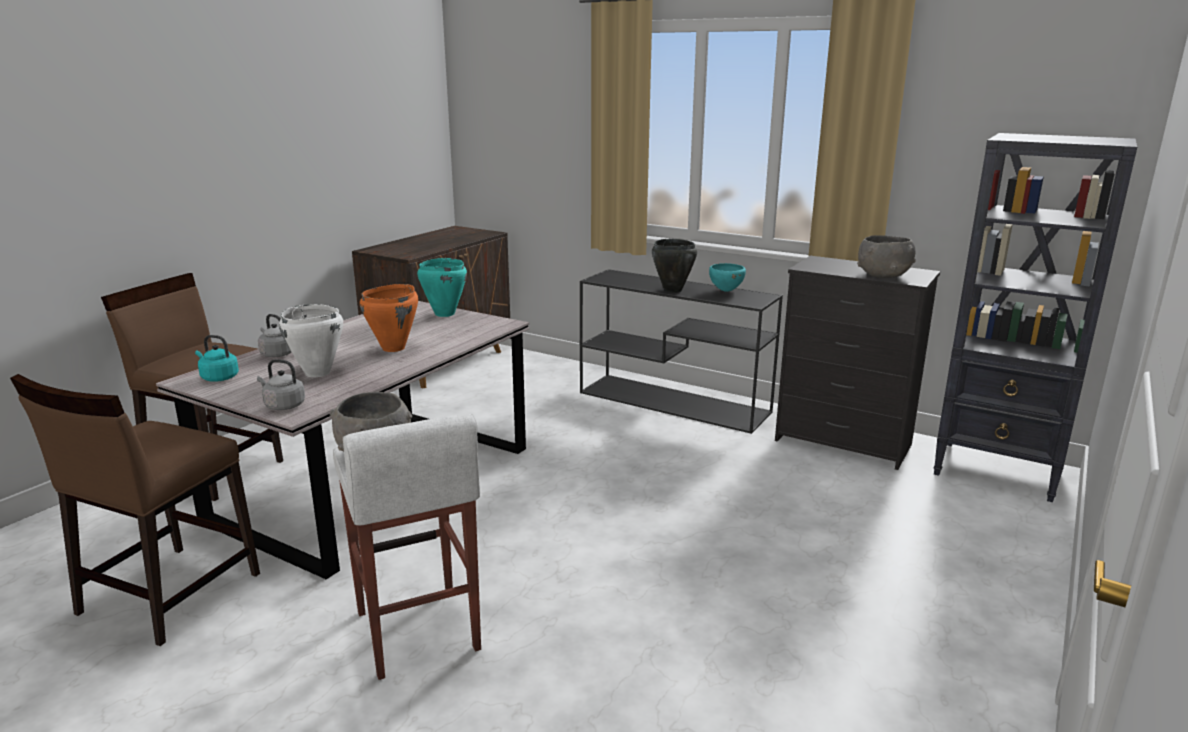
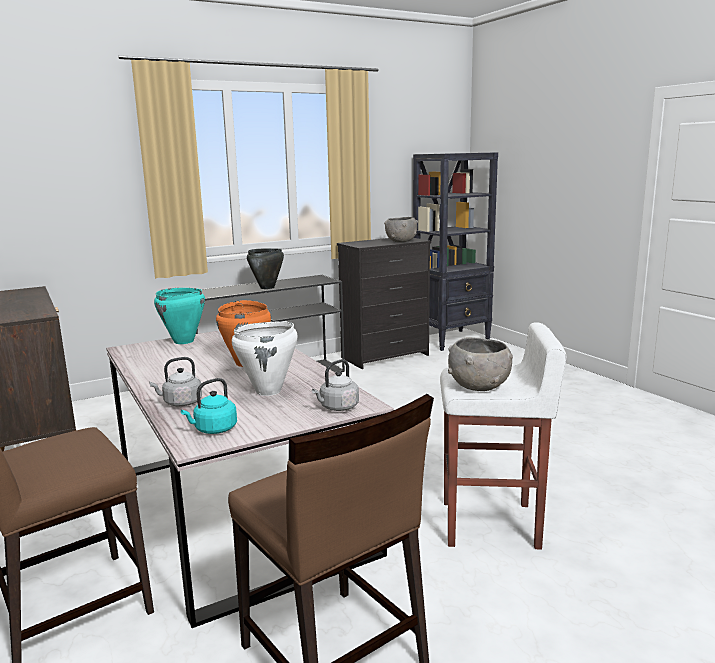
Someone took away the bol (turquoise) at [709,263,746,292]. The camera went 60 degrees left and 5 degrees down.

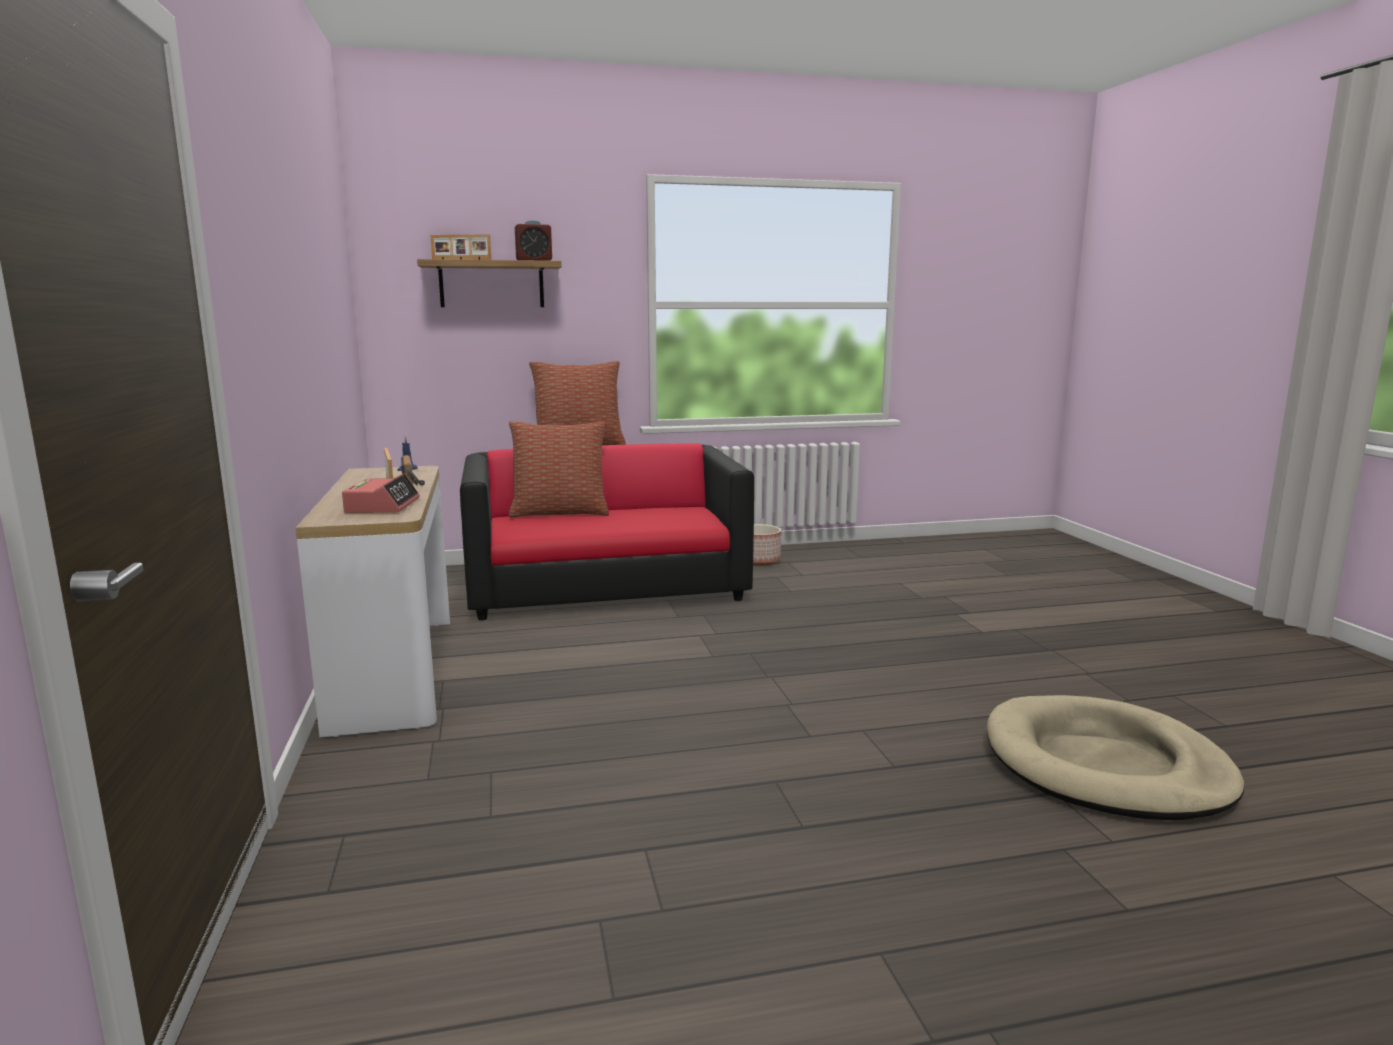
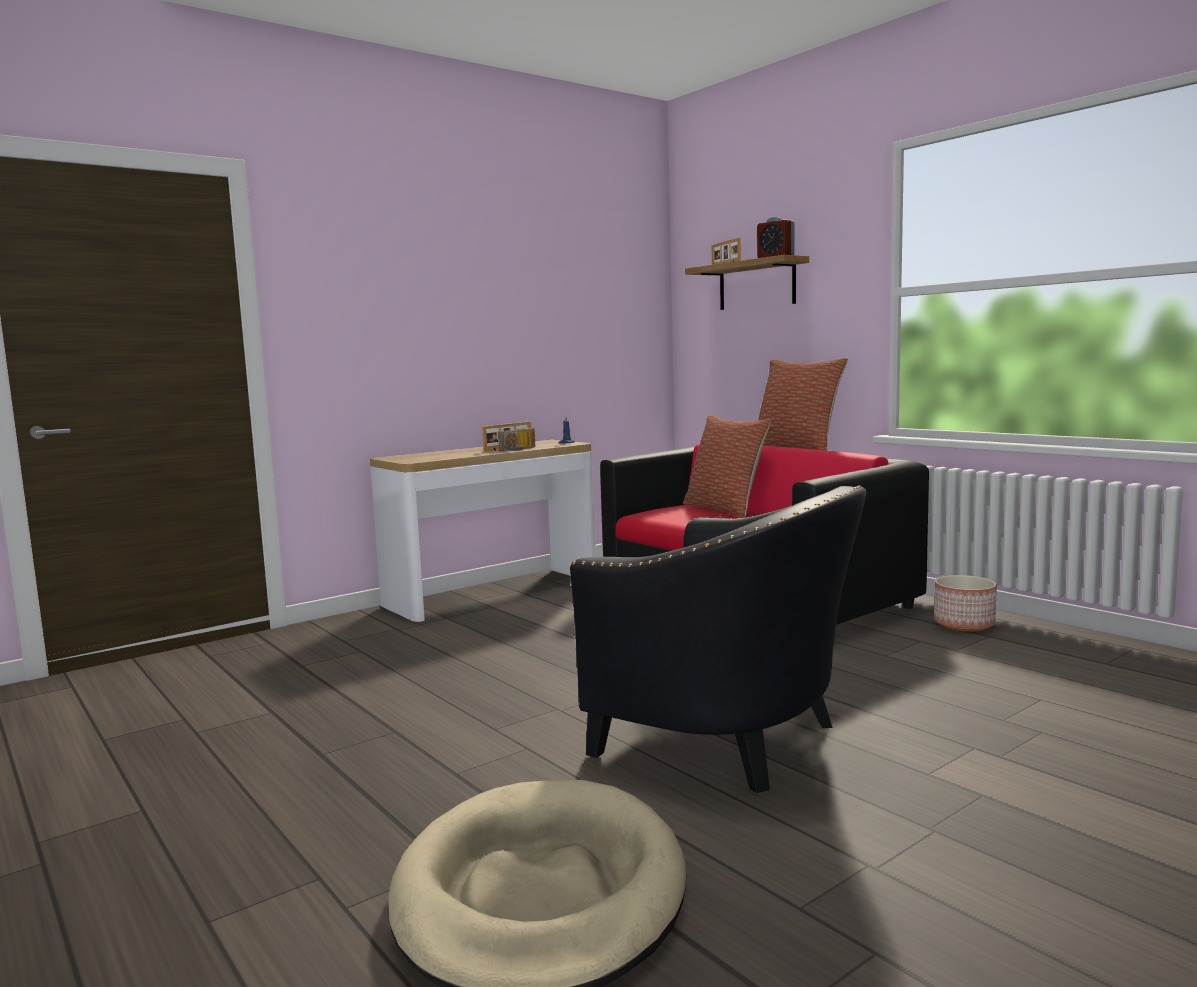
Someone put down the fauteuil (noir) at [570,486,866,793]. Someone took away the réveil at [342,473,420,513]. The camera went 65 degrees right and 5 degrees down.

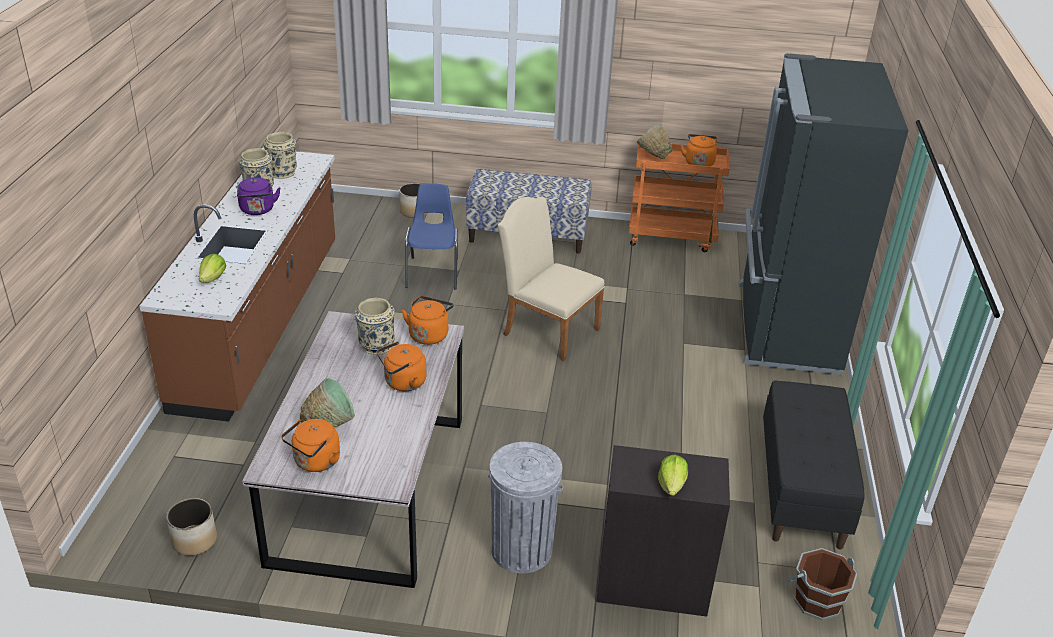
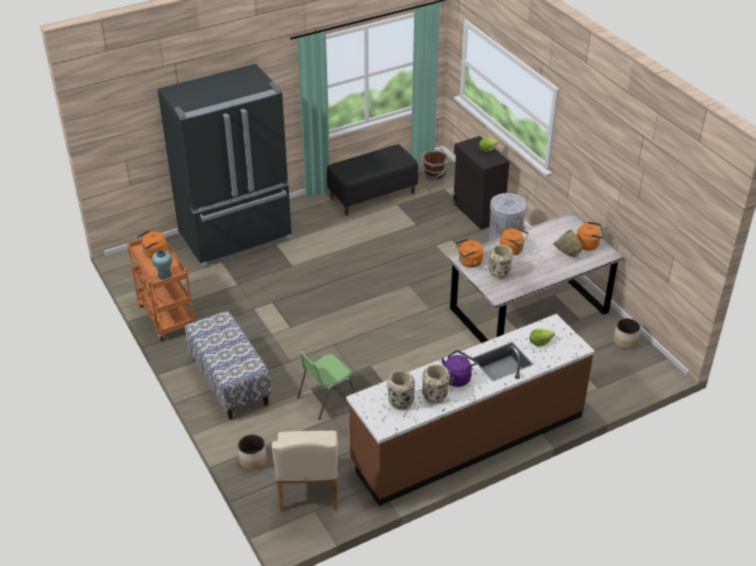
Someone swapped the bol (vert) at [637,124,672,159] for the vase (turquoise) at [152,250,172,280]. Someone carried the chaise (beige) from [498,197,605,361] to [272,431,338,512]. Someone repainted the chaise (bleu) at [405,183,458,290], which became the chaise (vert) at [297,351,356,420]. The camera went 125 degrees left and 5 degrees up.

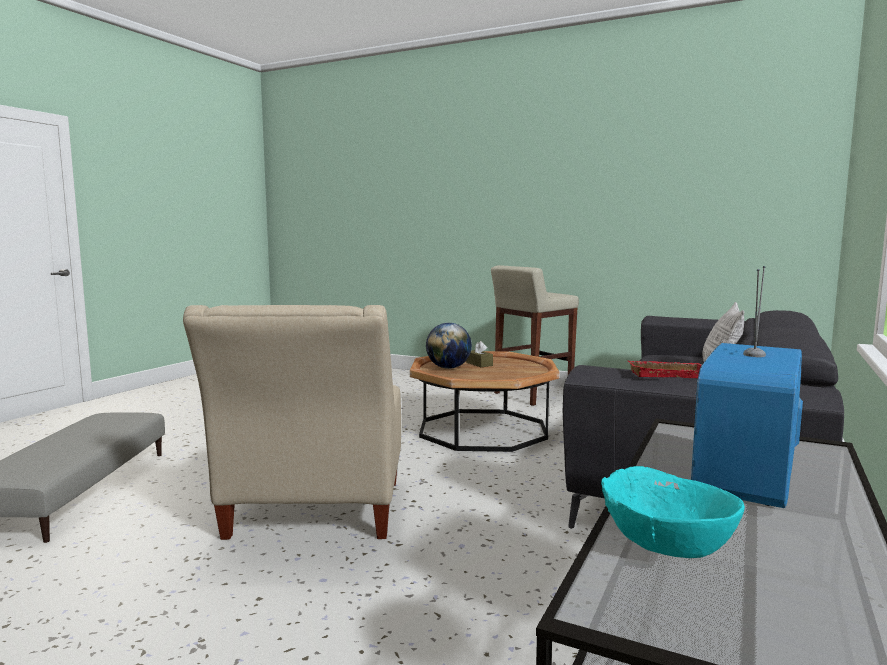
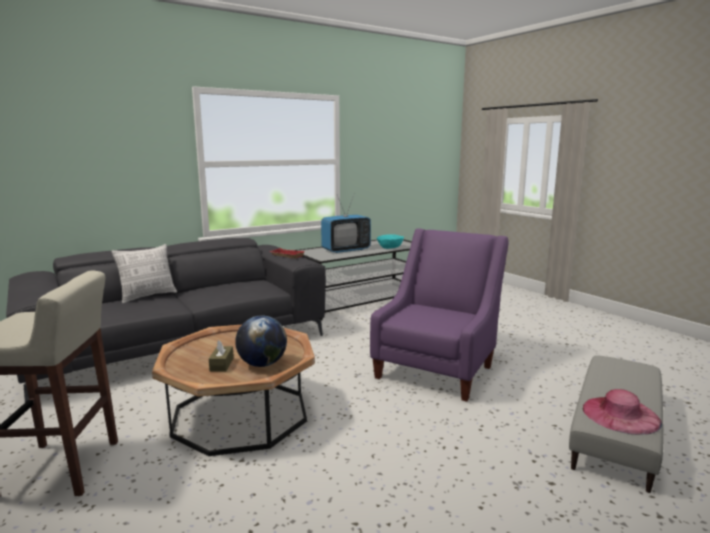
Someone repainted the fauteuil (beige) at [183,305,401,540], which became the fauteuil (violet) at [370,228,509,402]. Someone put down the chapeau (rose) at [583,389,662,435]. The camera went 150 degrees left and 5 degrees up.

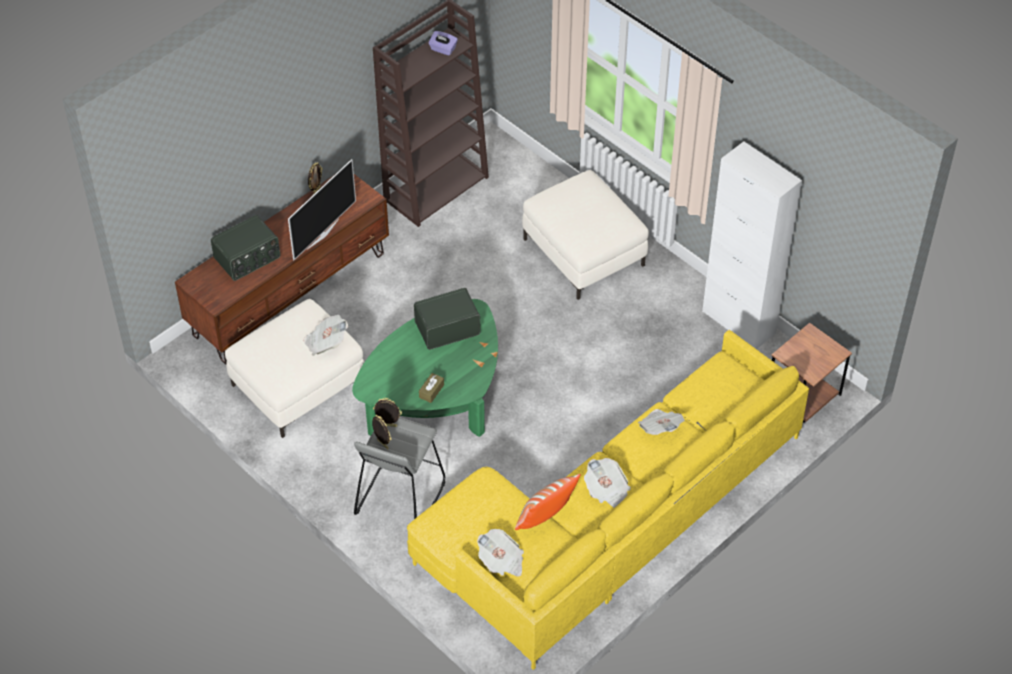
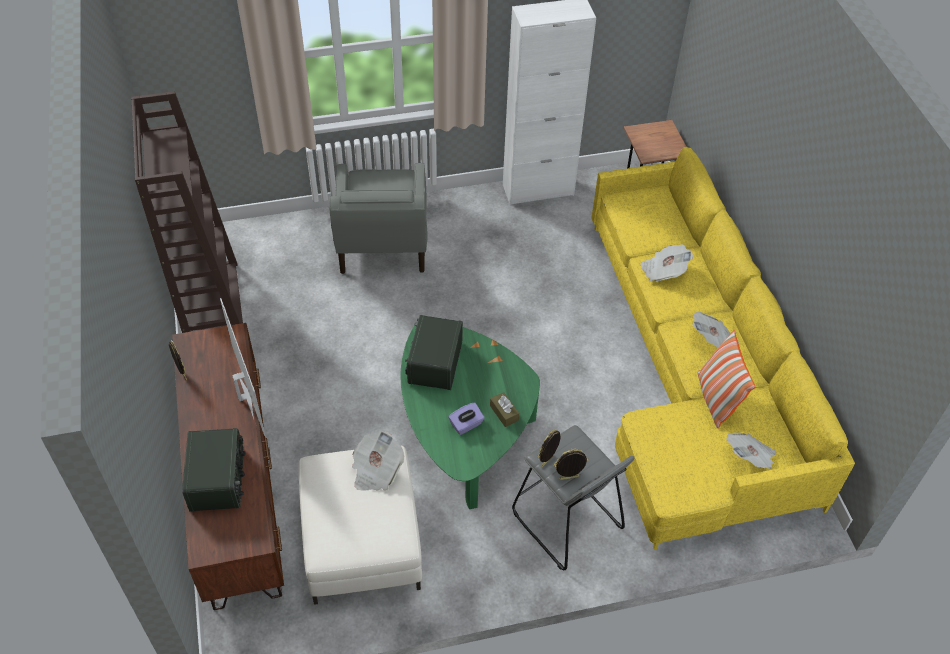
Someone swapped the pouf (blanc) at [522,170,649,300] for the fauteuil (gris) at [329,163,428,274]. Someone carried the boîte à mouchoirs (violet) from [428,31,458,56] to [448,402,485,435]. The camera went 60 degrees left and 0 degrees up.

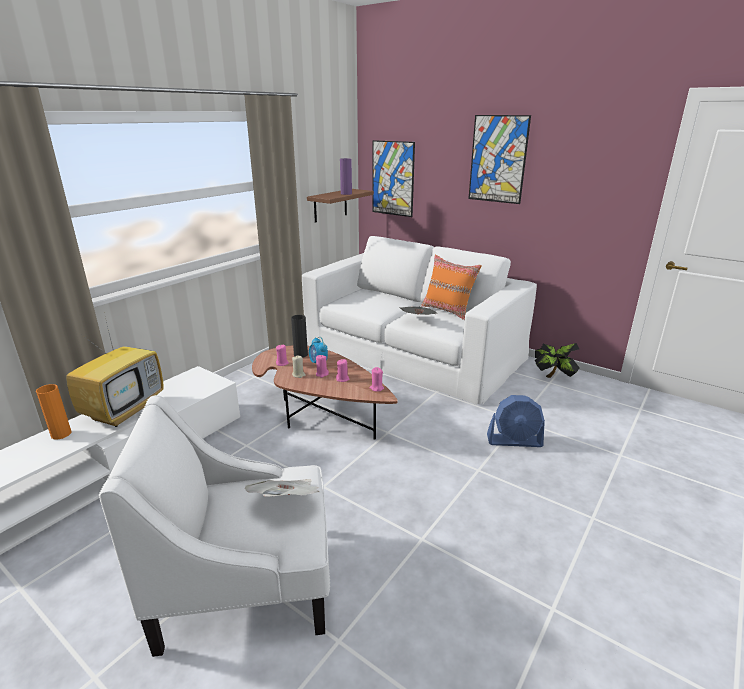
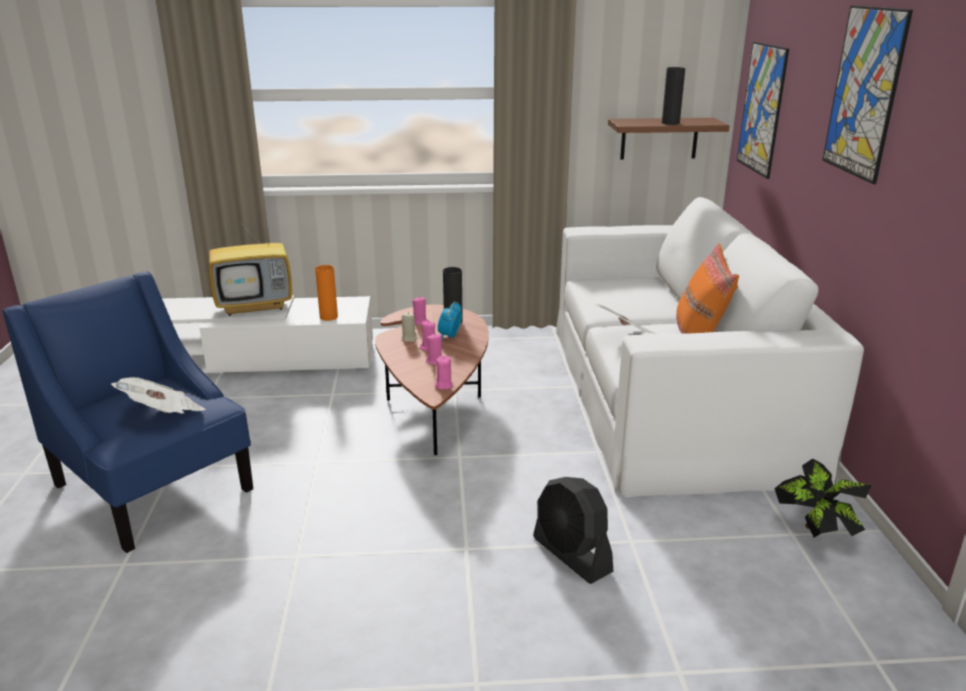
Someone repainted the fauteuil (blanc) at [99,395,330,657], which became the fauteuil (bleu) at [2,271,253,553]. Someone carried the vase (orange) from [36,384,72,440] to [315,265,338,321]. Someone repainted the ventilateur (bleu) at [487,395,545,447], which became the ventilateur (noir) at [533,477,614,584]. Someone repainted the vase (violet) at [340,158,352,195], which became the vase (noir) at [662,67,685,125]. The camera went 50 degrees right and 0 degrees up.

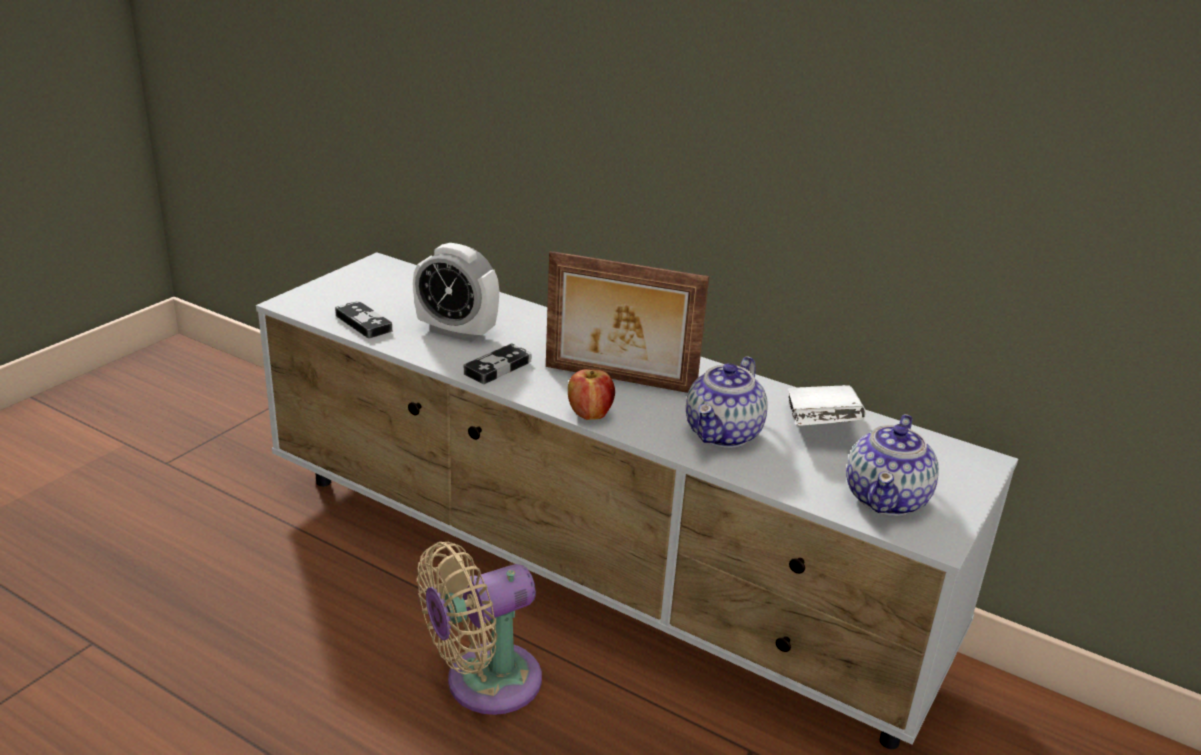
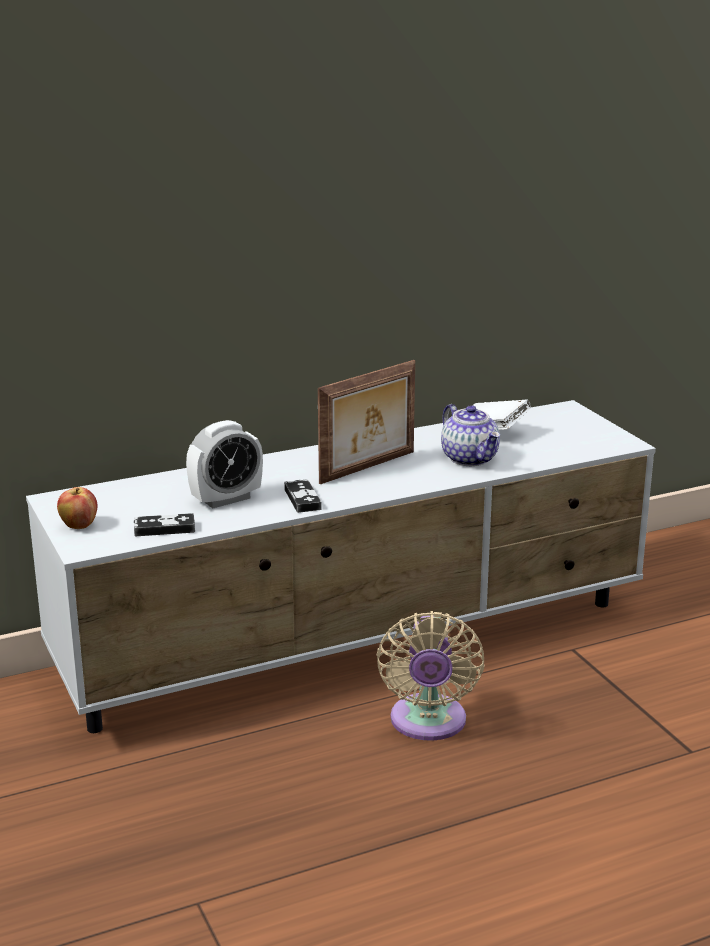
Someone carried the pomme from [568,369,615,420] to [57,487,97,529]. Someone took away the théière at [846,414,939,516]. The camera went 55 degrees left and 5 degrees down.

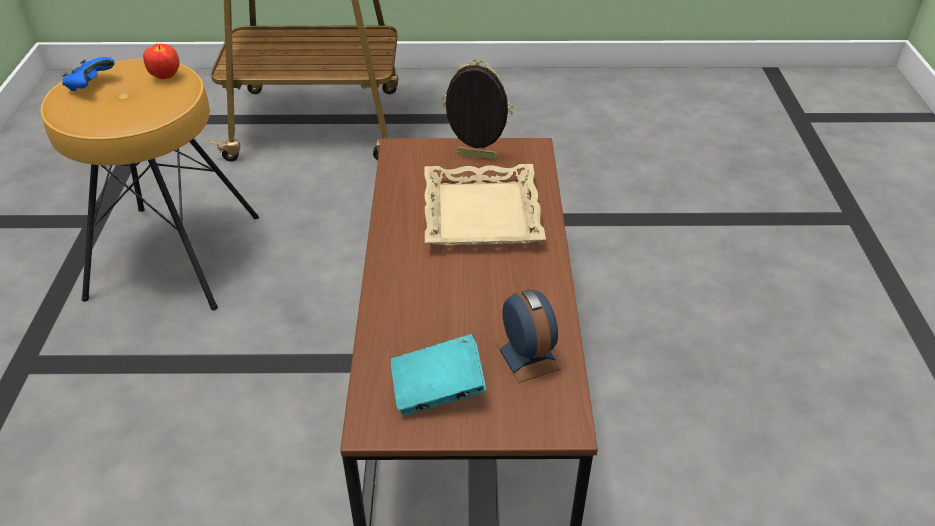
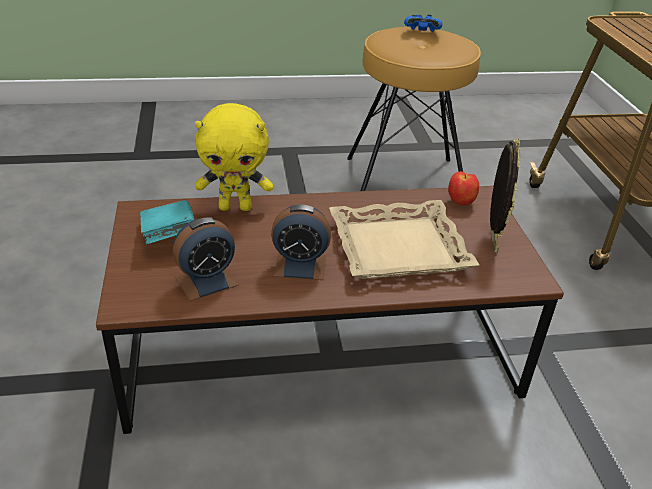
Someone put down the peluche (jaune) at [195,103,273,211]. Someone put down the réveil at [271,205,331,280]. Someone carried the pomme from [143,44,180,79] to [448,172,479,205]. The camera went 80 degrees right and 5 degrees down.

